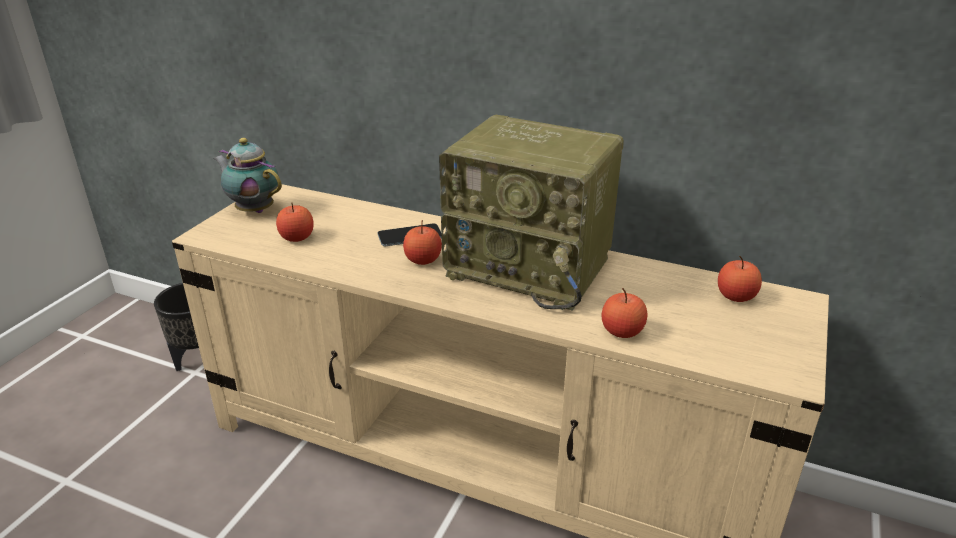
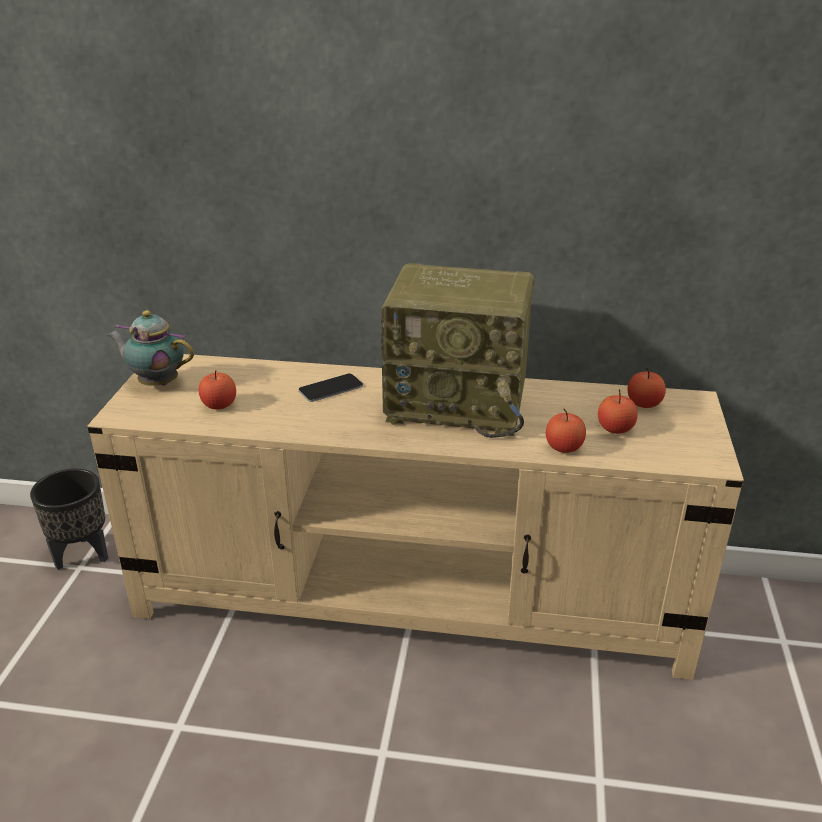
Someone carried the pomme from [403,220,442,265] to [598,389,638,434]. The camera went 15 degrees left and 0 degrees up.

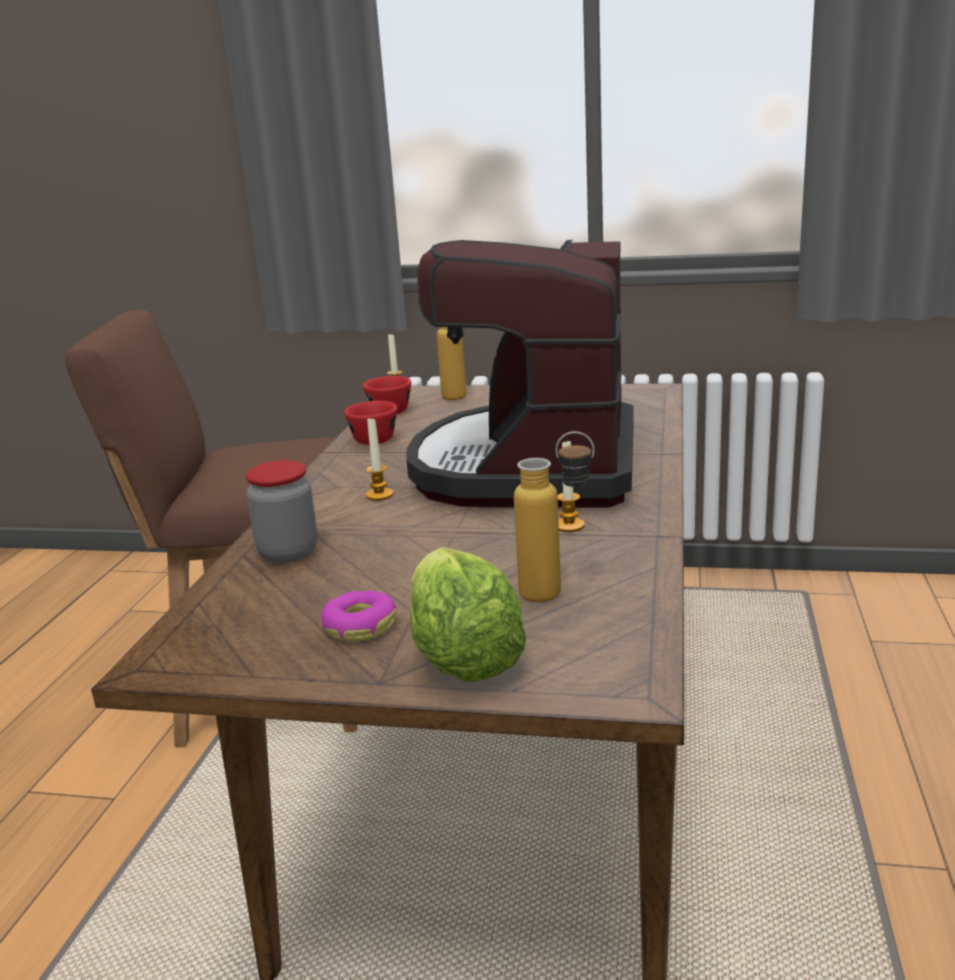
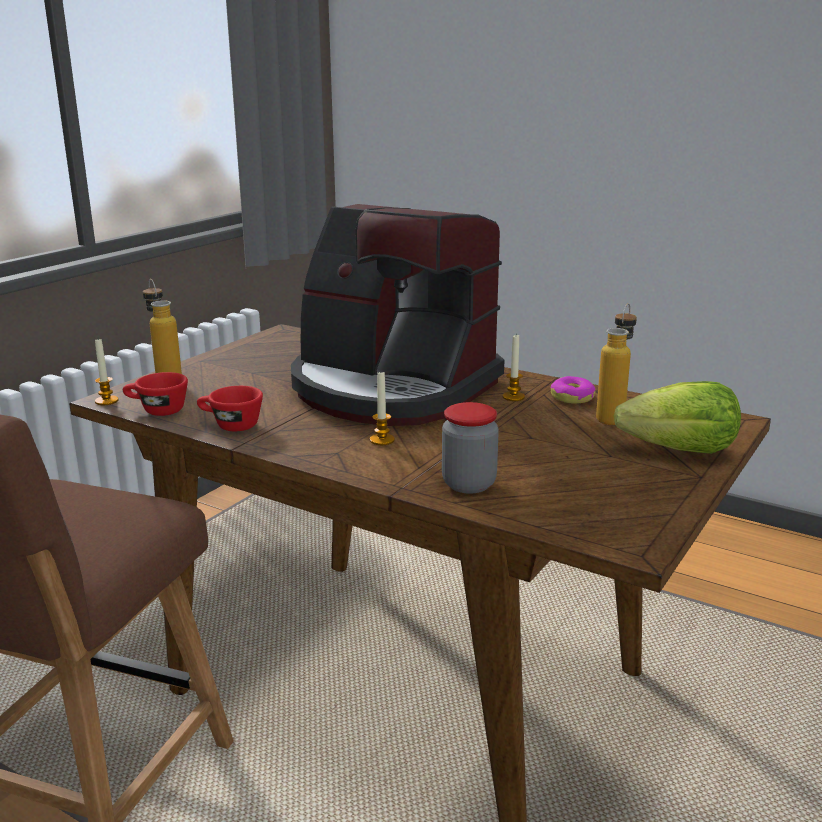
Someone carried the beignet from [321,591,396,641] to [551,376,596,404]. The camera went 70 degrees left and 0 degrees up.

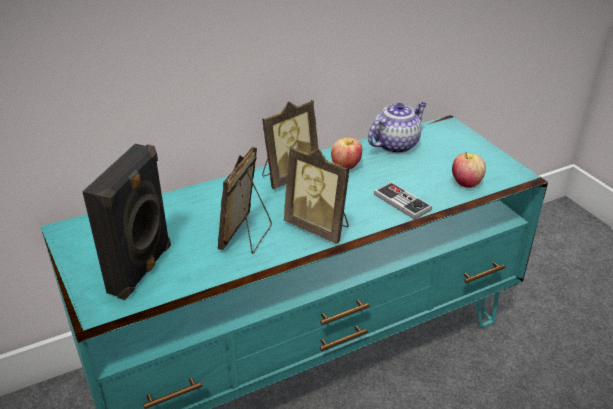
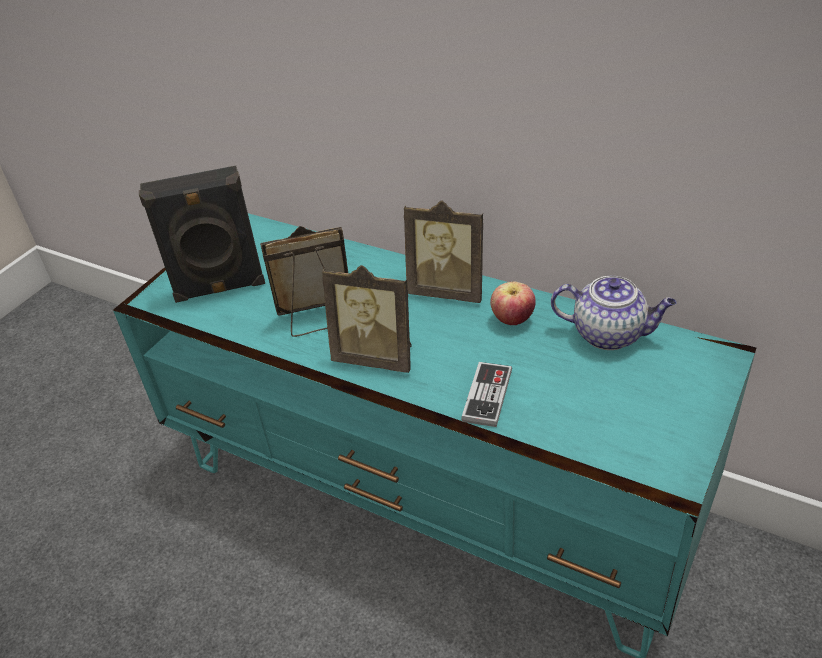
Someone rotated the cadre photo at [284,146,350,244] by 75 degrees counterclockwise. Someone took away the pomme at [452,152,486,188]. The camera went 60 degrees right and 5 degrees up.

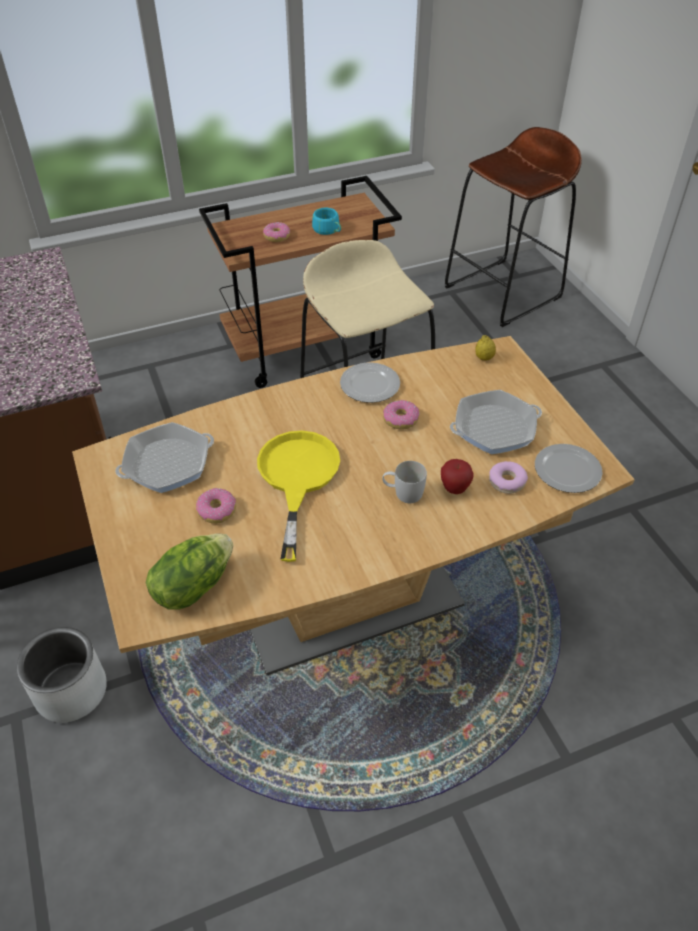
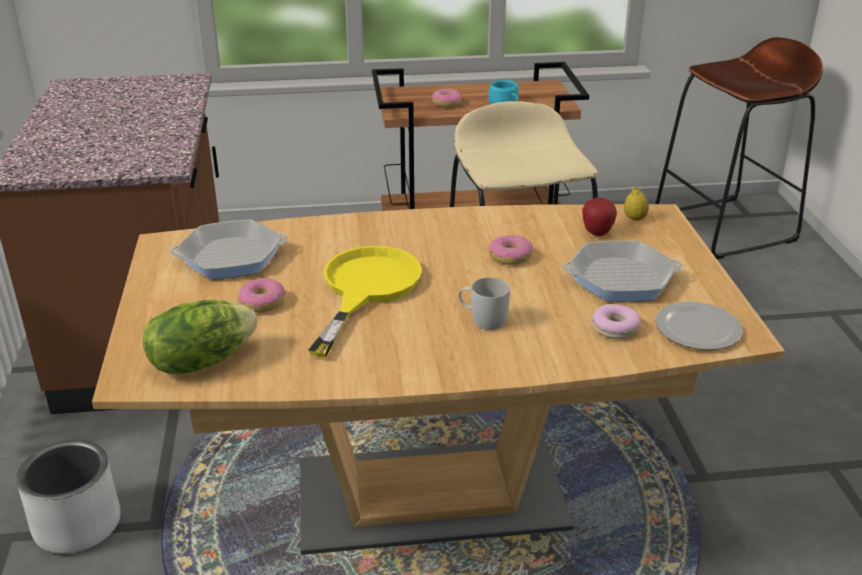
Someone carried the pomme from [441,459,474,494] to [582,198,617,236]. Someone took away the assiette at [340,362,400,403]. The camera went 15 degrees right and 15 degrees down.

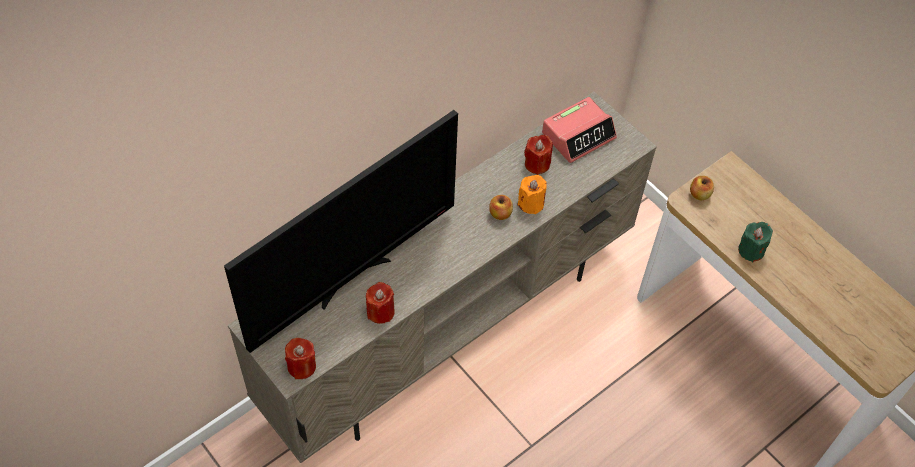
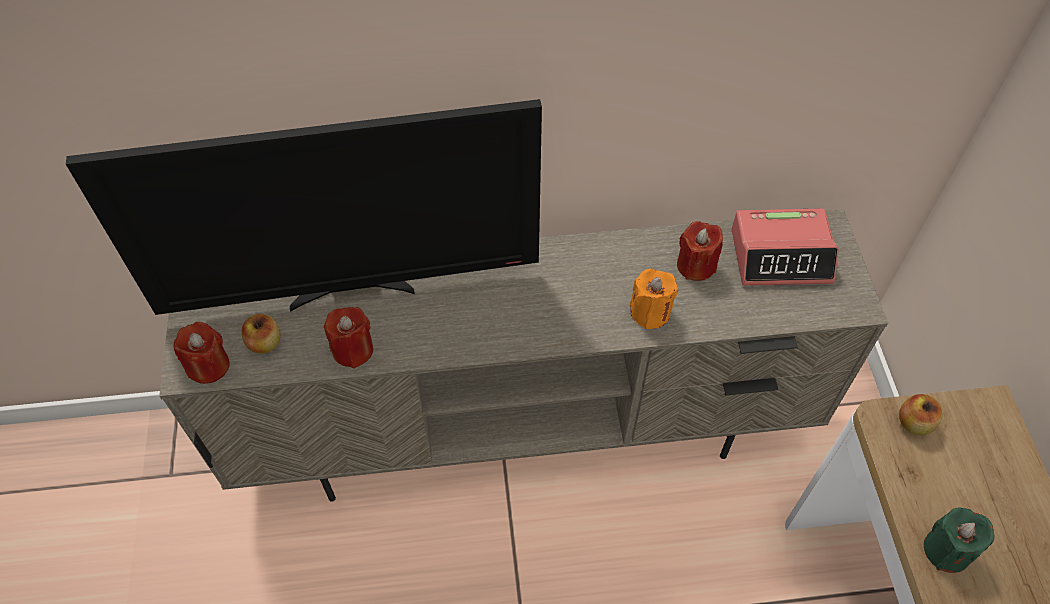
Someone carried the pomme from [489,195,513,220] to [241,314,280,354]. The camera went 35 degrees right and 0 degrees up.

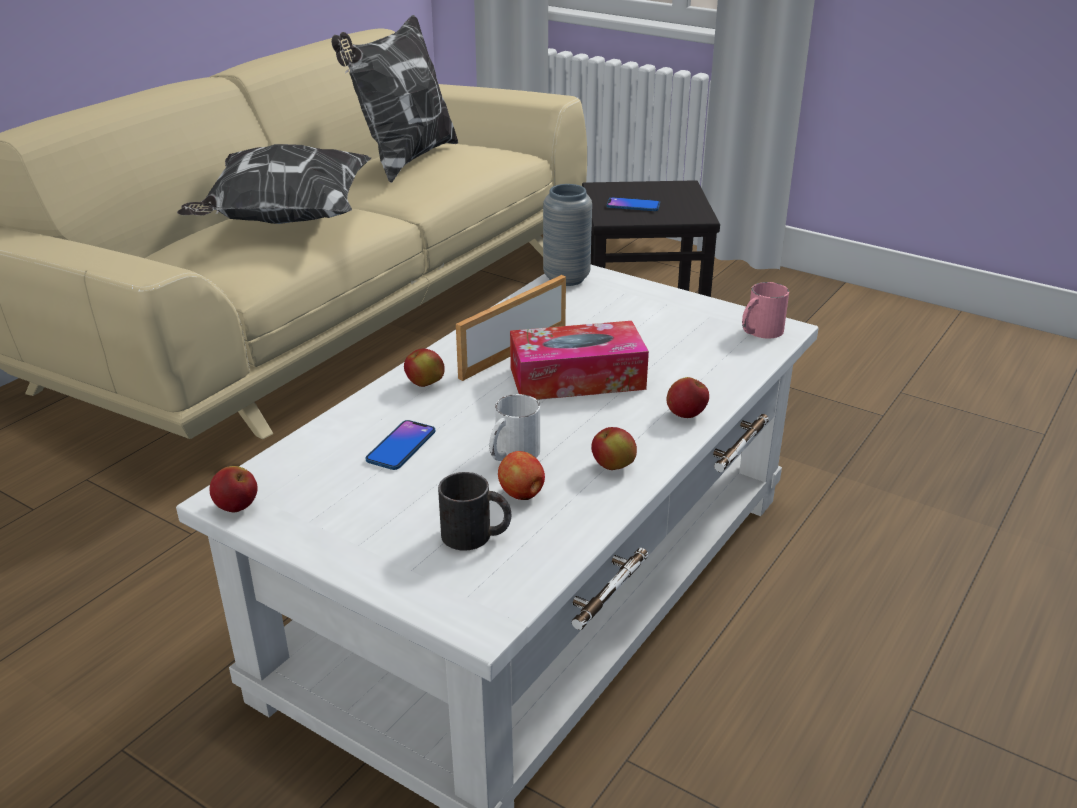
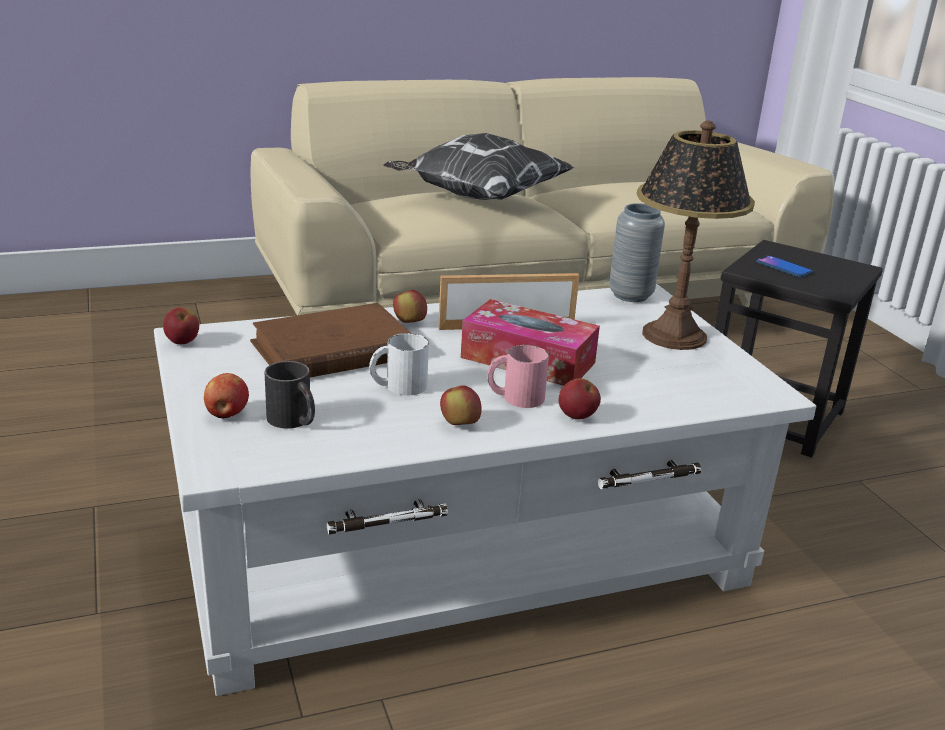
Someone carried the pomme from [498,451,545,500] to [204,373,249,418]. Someone swapped the téléphone at [365,420,435,470] for the livre (marron) at [250,303,410,378]. Someone carried the mug (rose) from [742,282,789,339] to [487,345,549,408]. Someone put down the lampe de table at [637,120,755,350]. Someone took away the coussin at [331,15,458,183]. The camera went 35 degrees right and 5 degrees down.

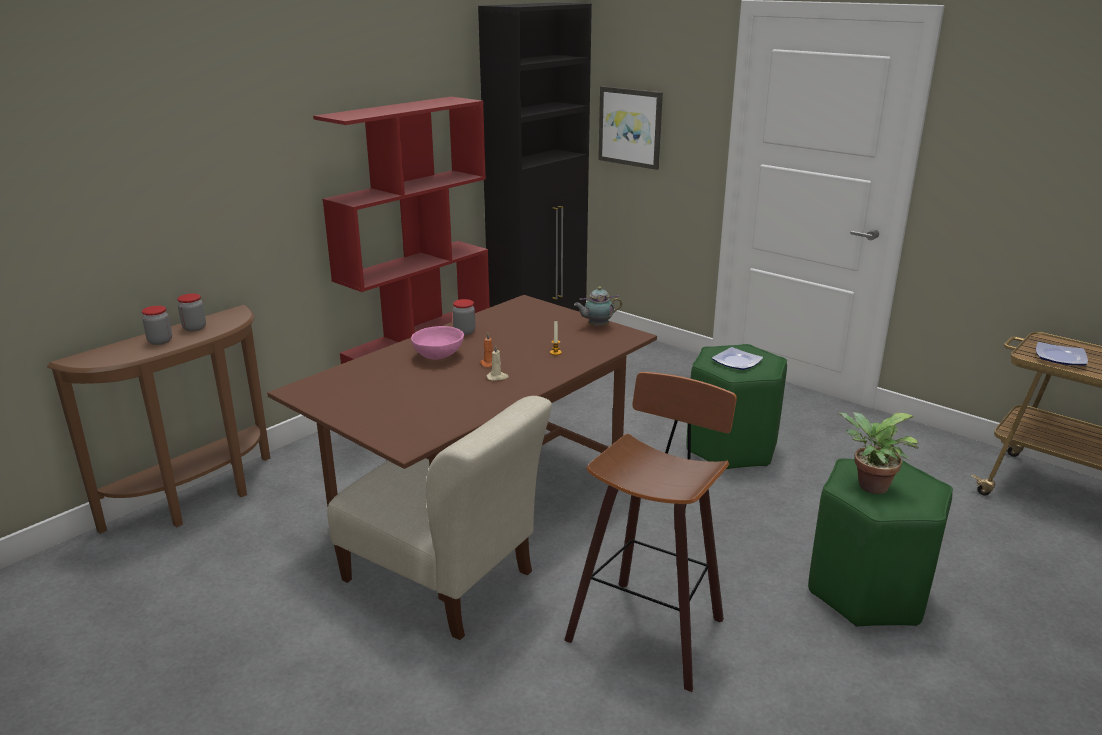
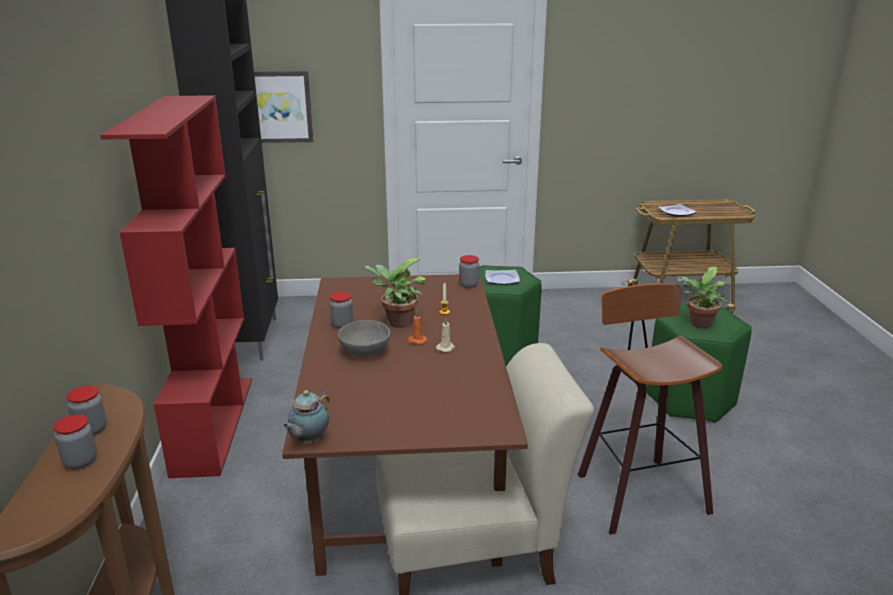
Someone carried the théière from [574,286,622,327] to [282,390,330,443]. Someone repainted the bol (rose) at [411,326,464,360], which became the bol (gris) at [338,320,390,357]. Someone put down the plante en pot at [362,258,428,328]. Someone put down the bocal at [459,255,479,288]. The camera went 45 degrees left and 0 degrees up.

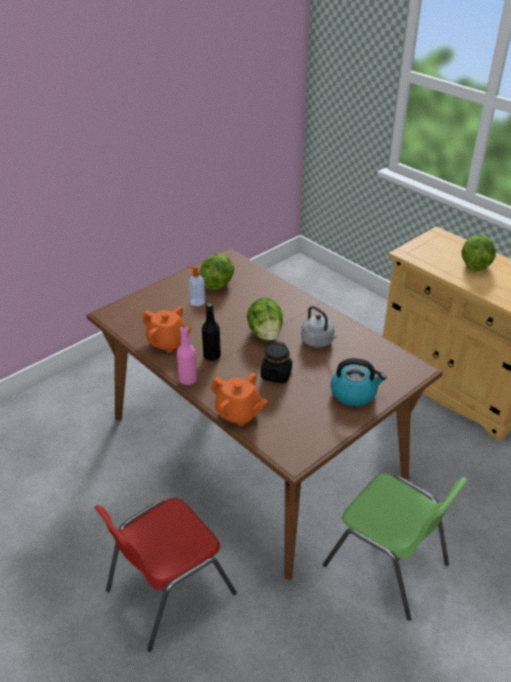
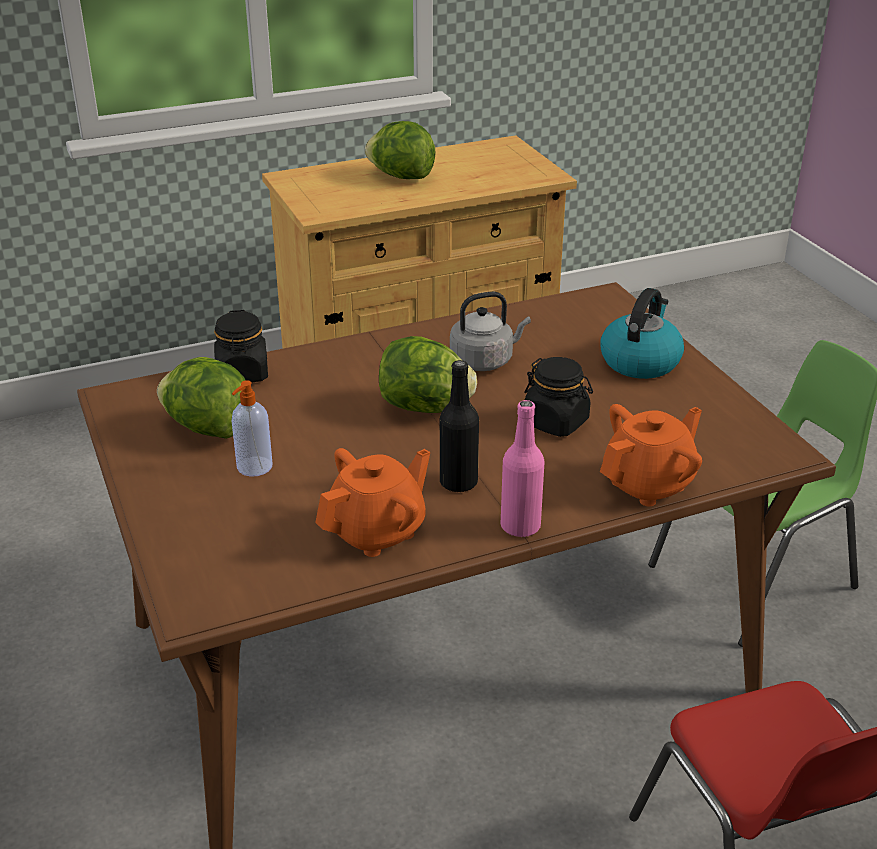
Someone put down the bocal (noir) at [214,310,268,382]. The camera went 70 degrees left and 5 degrees down.

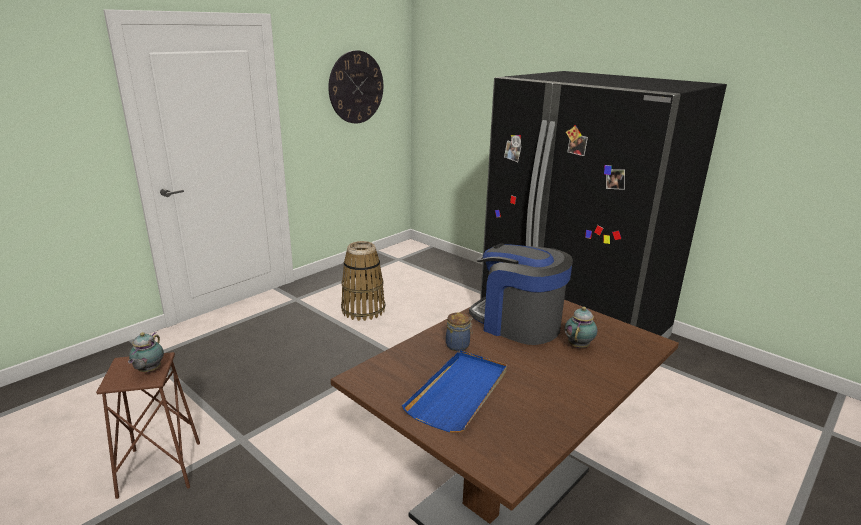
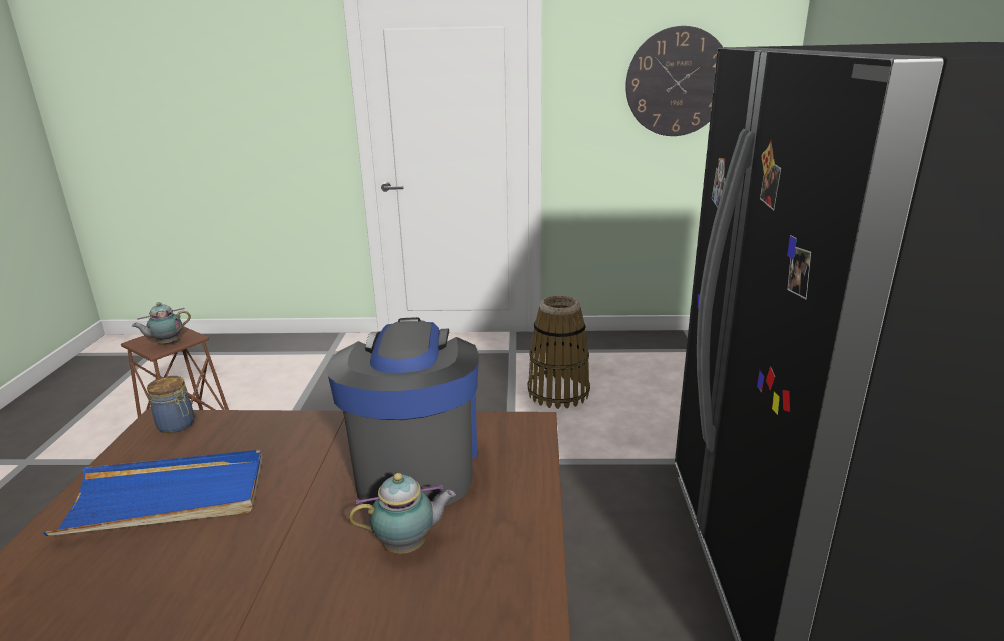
Someone carried the bocal from [446,312,473,351] to [147,376,194,433]. The camera went 50 degrees right and 0 degrees up.

